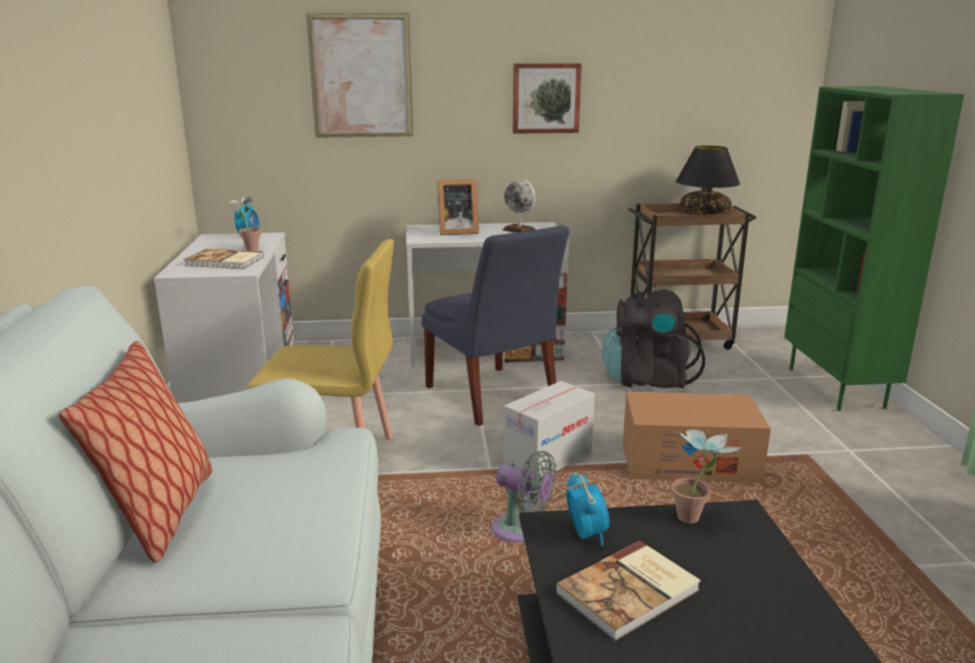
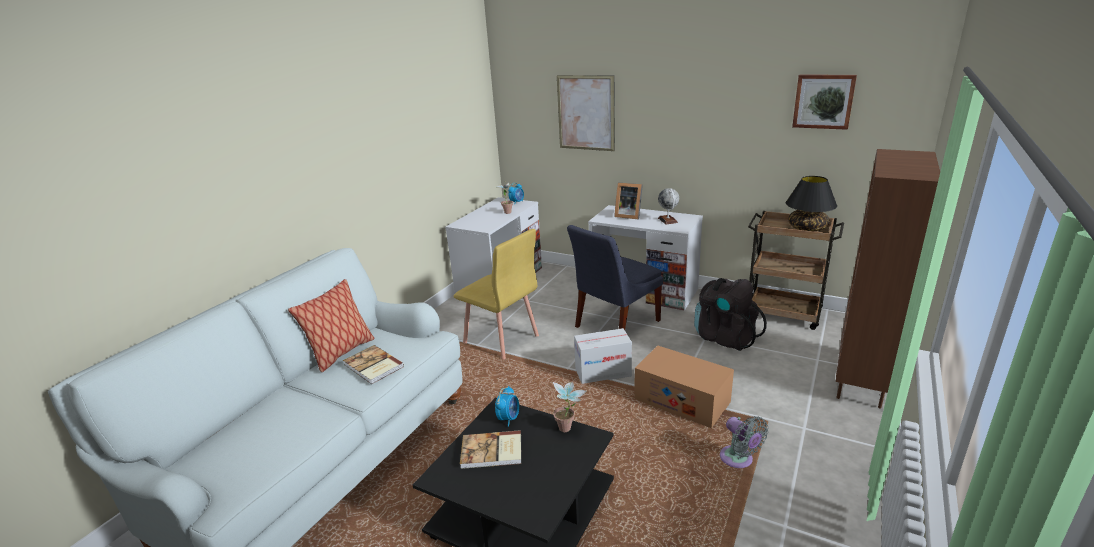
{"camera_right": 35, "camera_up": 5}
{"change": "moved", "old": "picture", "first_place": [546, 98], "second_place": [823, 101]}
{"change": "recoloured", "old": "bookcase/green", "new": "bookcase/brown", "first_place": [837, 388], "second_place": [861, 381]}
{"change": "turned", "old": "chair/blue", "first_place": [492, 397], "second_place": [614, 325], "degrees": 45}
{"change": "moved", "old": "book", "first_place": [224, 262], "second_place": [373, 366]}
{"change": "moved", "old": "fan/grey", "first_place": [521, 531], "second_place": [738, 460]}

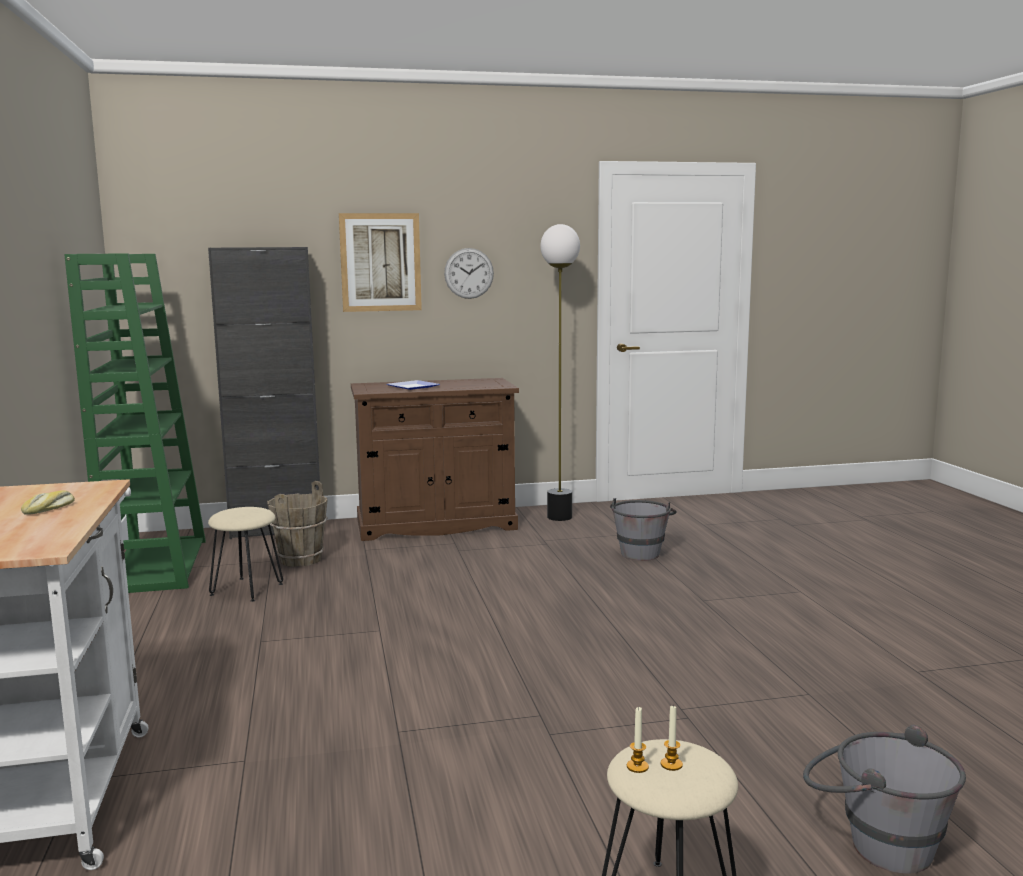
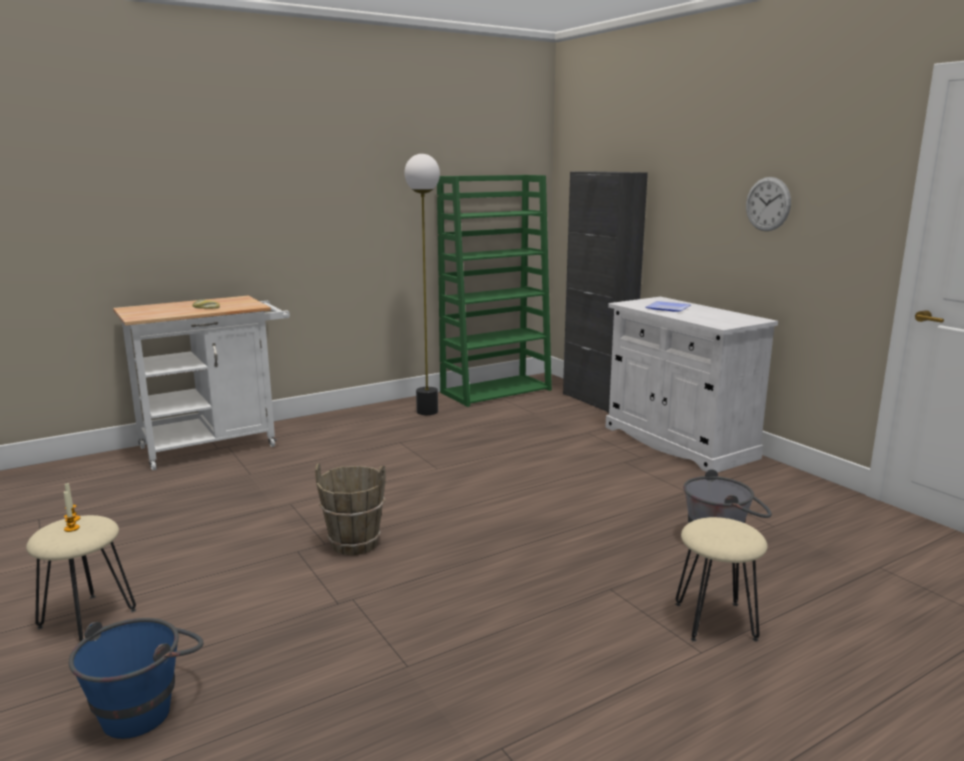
{"camera_right": 70, "camera_up": 5}
{"change": "removed", "old": "picture", "first_place": [380, 262]}
{"change": "moved", "old": "floor lamp", "first_place": [559, 517], "second_place": [427, 411]}
{"change": "recoloured", "old": "cabinet/brown", "new": "cabinet/white", "first_place": [436, 525], "second_place": [678, 442]}
{"change": "moved", "old": "bucket/brown", "first_place": [300, 560], "second_place": [354, 543]}
{"change": "moved", "old": "stool/beige", "first_place": [246, 589], "second_place": [715, 621]}
{"change": "recoloured", "old": "bucket/grey", "new": "bucket/blue", "first_place": [874, 842], "second_place": [146, 706]}

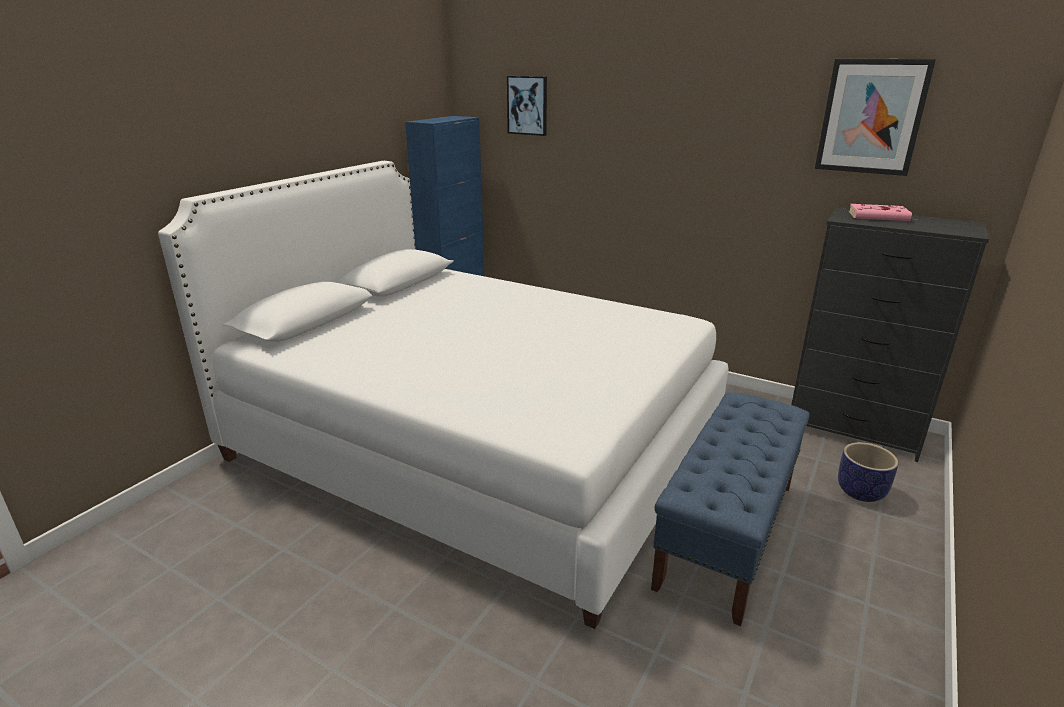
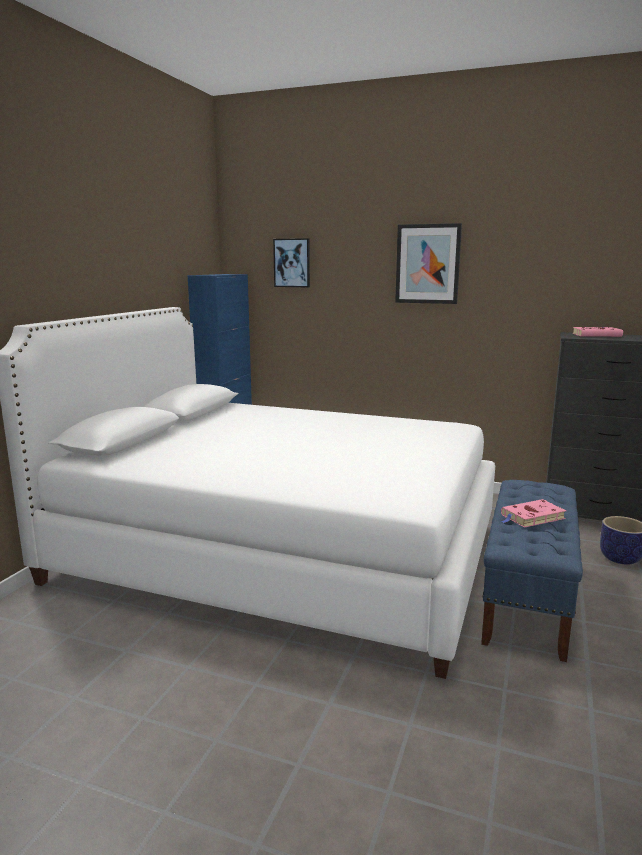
{"camera_right": -10, "camera_up": -10}
{"change": "moved", "old": "picture", "first_place": [871, 117], "second_place": [427, 264]}
{"change": "added", "new": "book/pink", "second_place": [531, 517]}

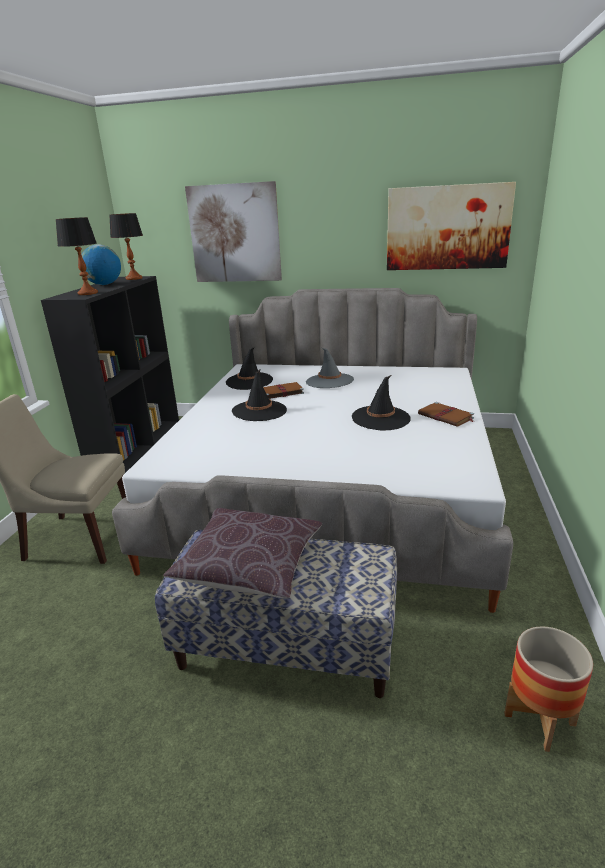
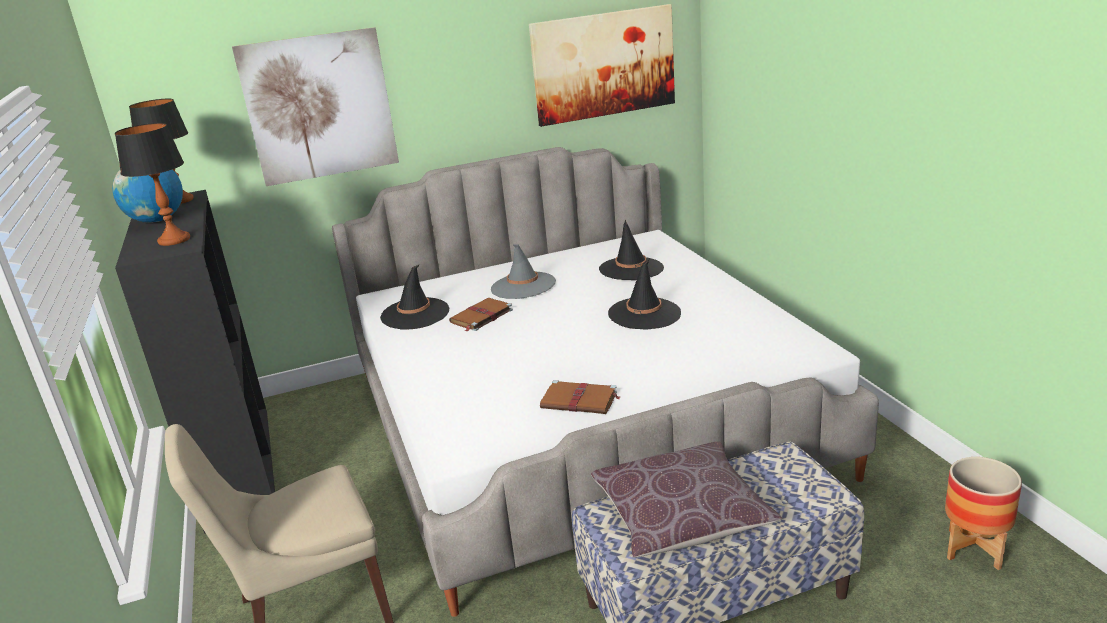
{"camera_right": -30, "camera_up": 0}
{"change": "moved", "old": "hat/black", "first_place": [259, 411], "second_place": [631, 269]}
{"change": "moved", "old": "book/brown", "first_place": [446, 416], "second_place": [580, 400]}

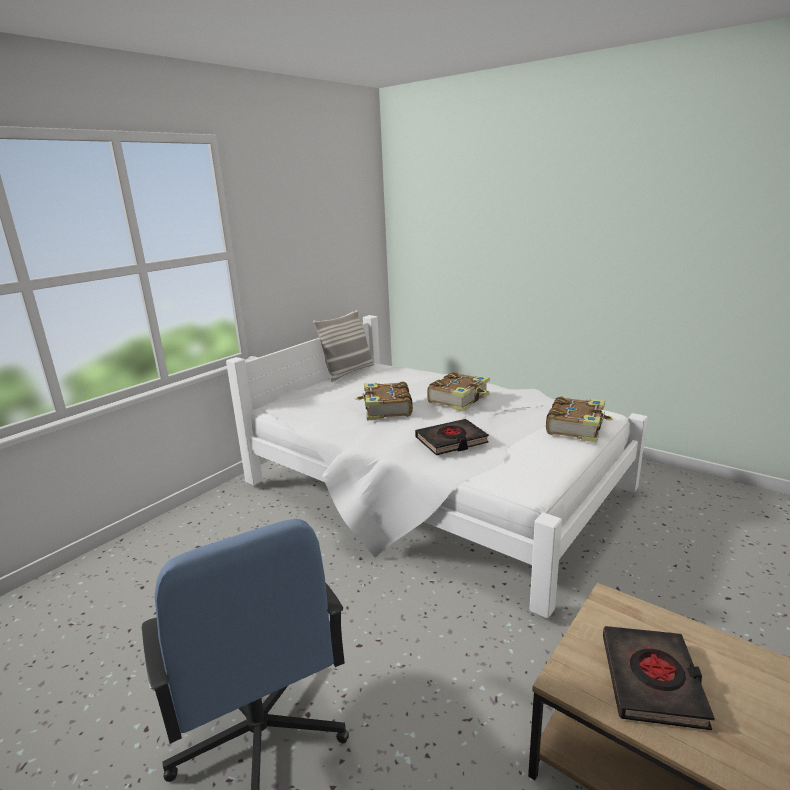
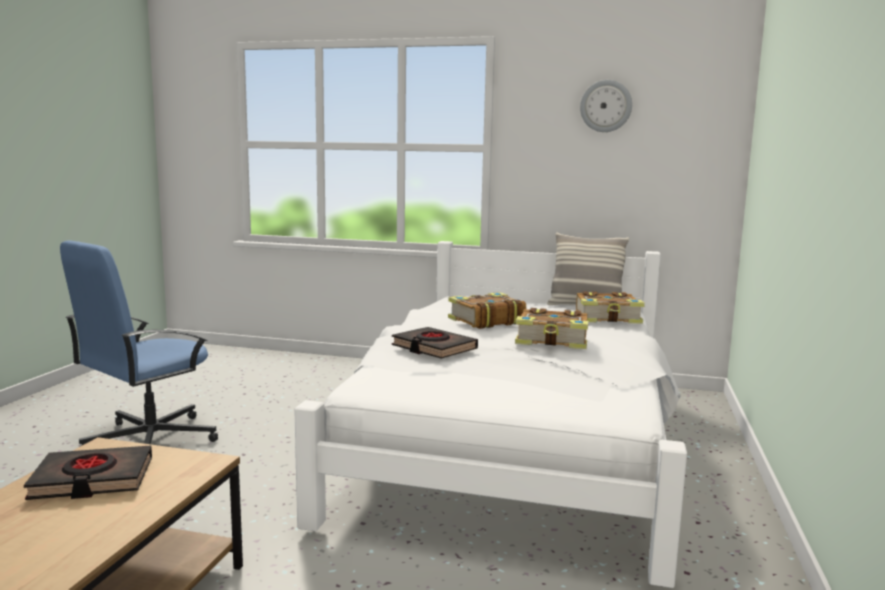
{"camera_right": 65, "camera_up": -10}
{"change": "moved", "old": "book", "first_place": [576, 427], "second_place": [608, 318]}
{"change": "added", "new": "wall clock", "second_place": [606, 106]}

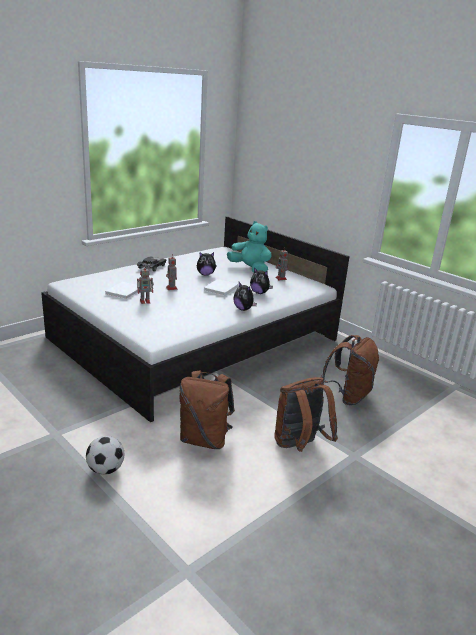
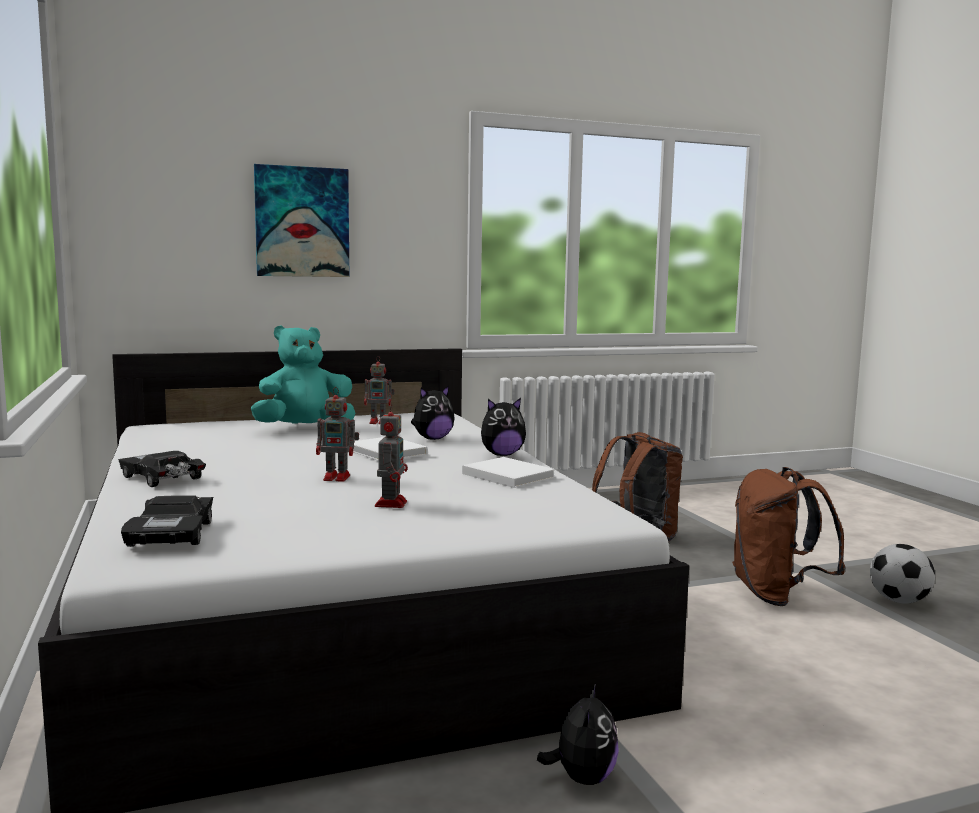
{"camera_right": -65, "camera_up": -15}
{"change": "moved", "old": "plush toy", "first_place": [205, 274], "second_place": [582, 778]}
{"change": "moved", "old": "book/white", "first_place": [125, 291], "second_place": [506, 475]}
{"change": "removed", "old": "backpack/brown", "first_place": [204, 439]}
{"change": "moved", "old": "football", "first_place": [106, 470], "second_place": [899, 601]}
{"change": "added", "new": "picture", "second_place": [302, 222]}
{"change": "added", "new": "toy car/black", "second_place": [172, 534]}

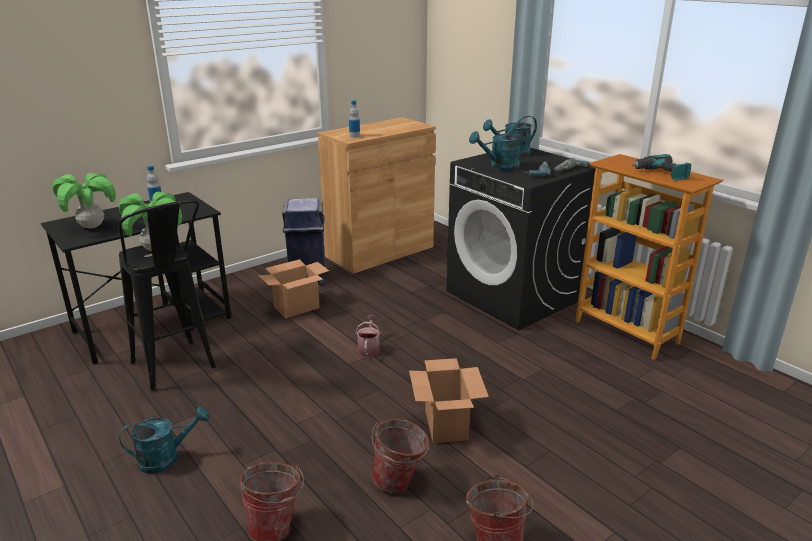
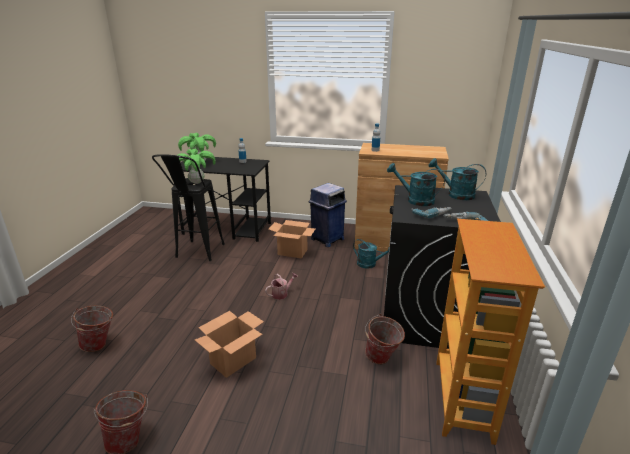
{"camera_right": 50, "camera_up": 0}
{"change": "removed", "old": "power drill", "first_place": [661, 174]}
{"change": "moved", "old": "watering can/turquoise", "first_place": [166, 458], "second_place": [370, 264]}
{"change": "moved", "old": "bucket", "first_place": [400, 482], "second_place": [382, 360]}

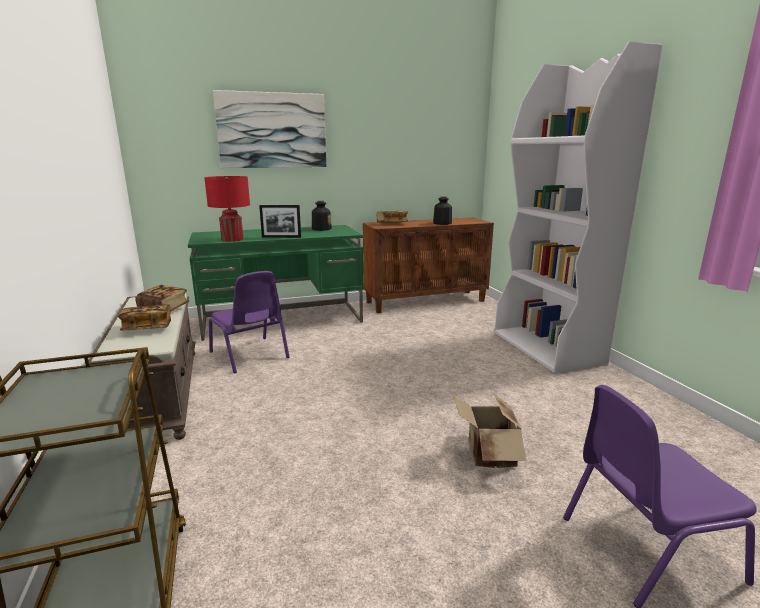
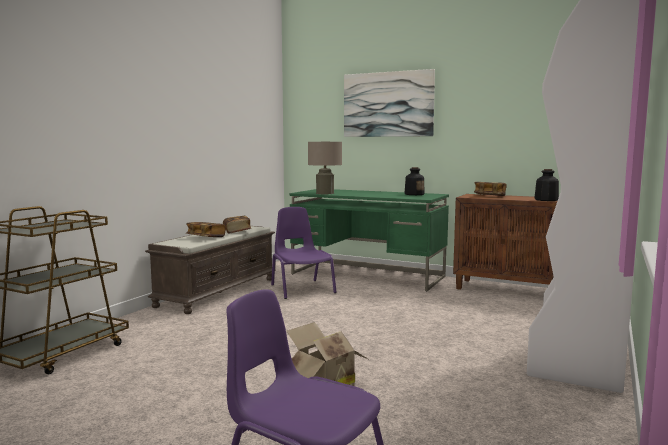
{"camera_right": 45, "camera_up": -10}
{"change": "recoloured", "old": "table lamp/red", "new": "table lamp/beige", "first_place": [232, 239], "second_place": [325, 193]}
{"change": "removed", "old": "picture frame", "first_place": [281, 237]}
{"change": "turned", "old": "chair/purple", "first_place": [250, 355], "second_place": [302, 289], "degrees": 150}

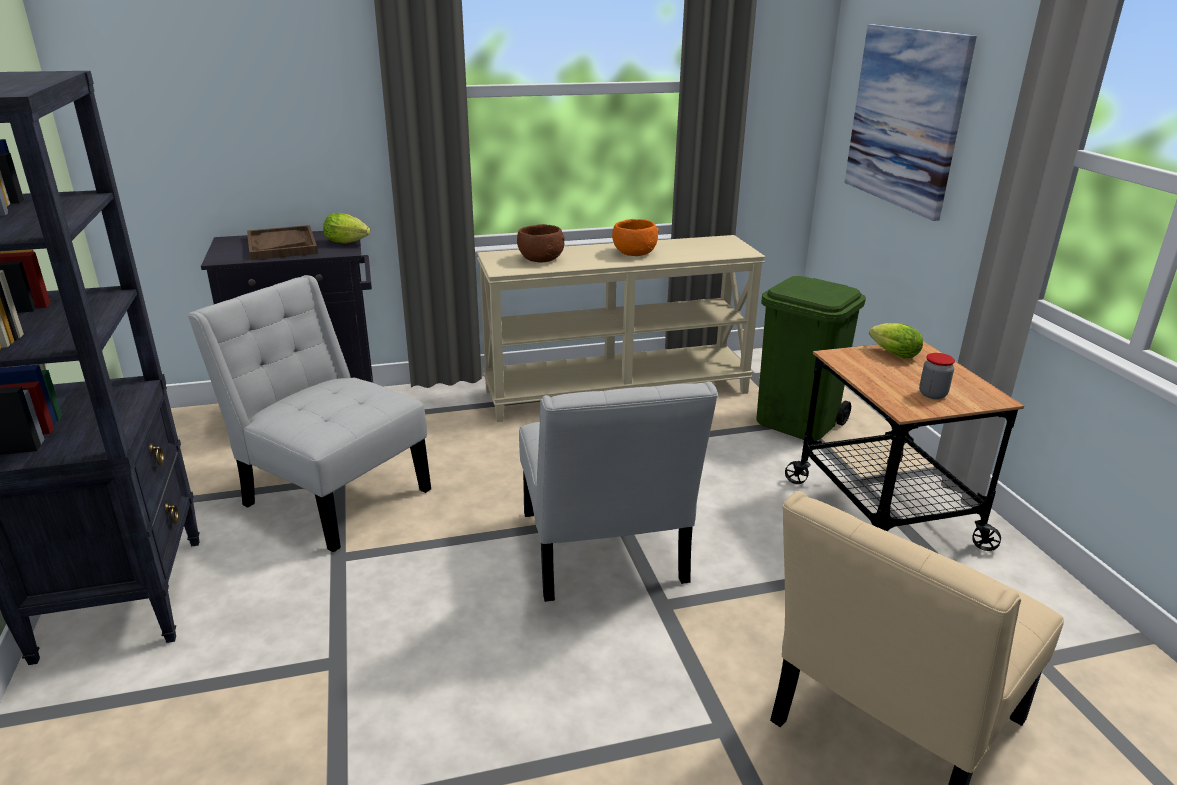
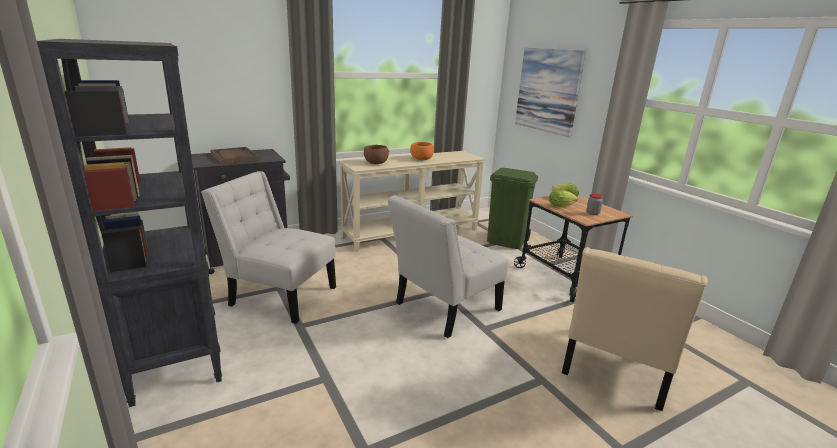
{"camera_right": -15, "camera_up": -5}
{"change": "moved", "old": "lettuce", "first_place": [349, 243], "second_place": [562, 206]}
{"change": "turned", "old": "chair/white", "first_place": [603, 554], "second_place": [443, 309], "degrees": 75}

